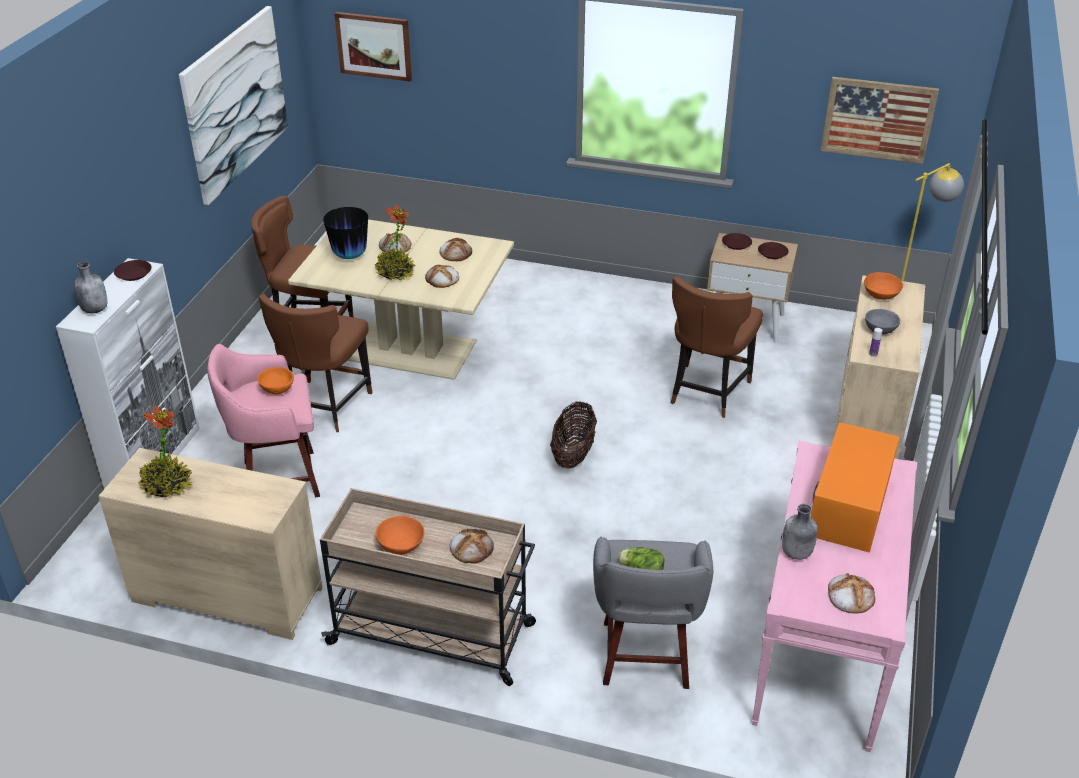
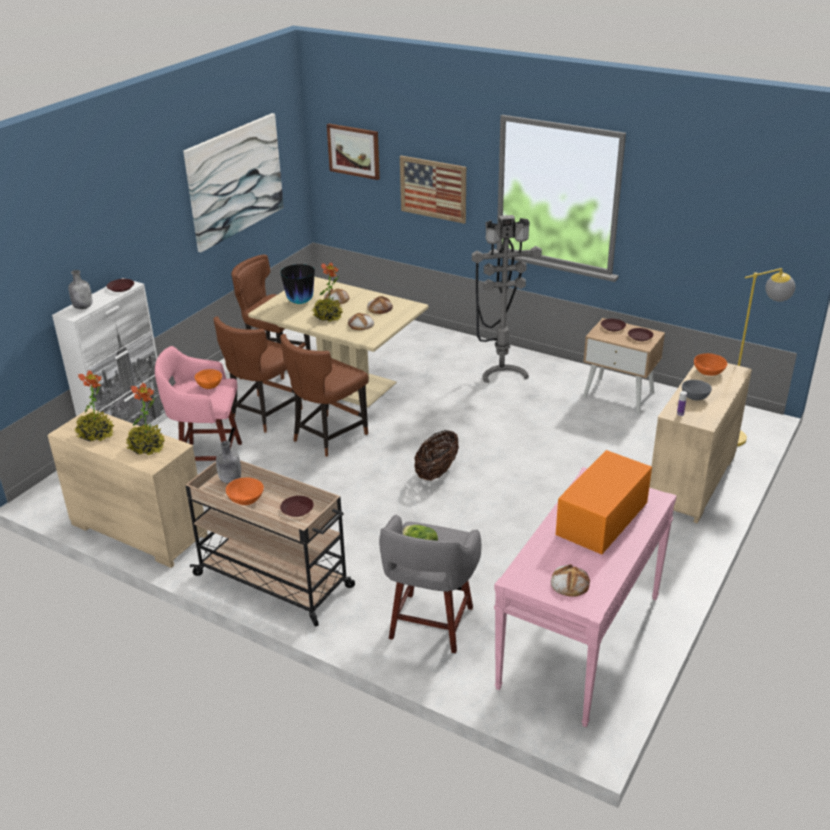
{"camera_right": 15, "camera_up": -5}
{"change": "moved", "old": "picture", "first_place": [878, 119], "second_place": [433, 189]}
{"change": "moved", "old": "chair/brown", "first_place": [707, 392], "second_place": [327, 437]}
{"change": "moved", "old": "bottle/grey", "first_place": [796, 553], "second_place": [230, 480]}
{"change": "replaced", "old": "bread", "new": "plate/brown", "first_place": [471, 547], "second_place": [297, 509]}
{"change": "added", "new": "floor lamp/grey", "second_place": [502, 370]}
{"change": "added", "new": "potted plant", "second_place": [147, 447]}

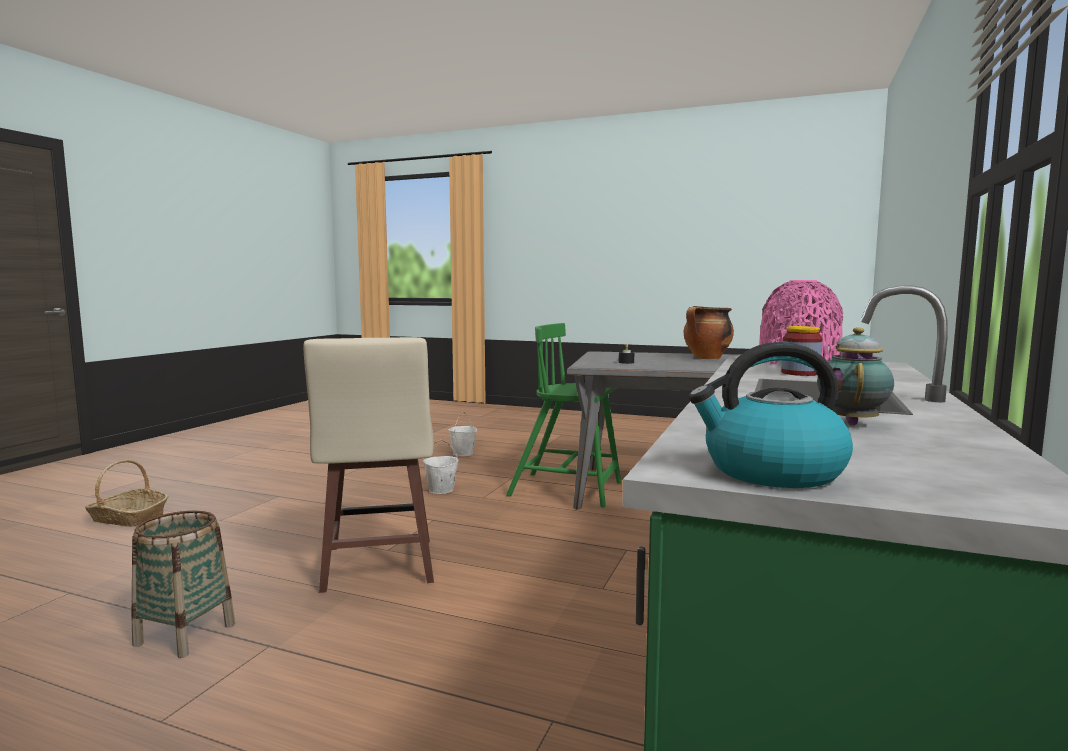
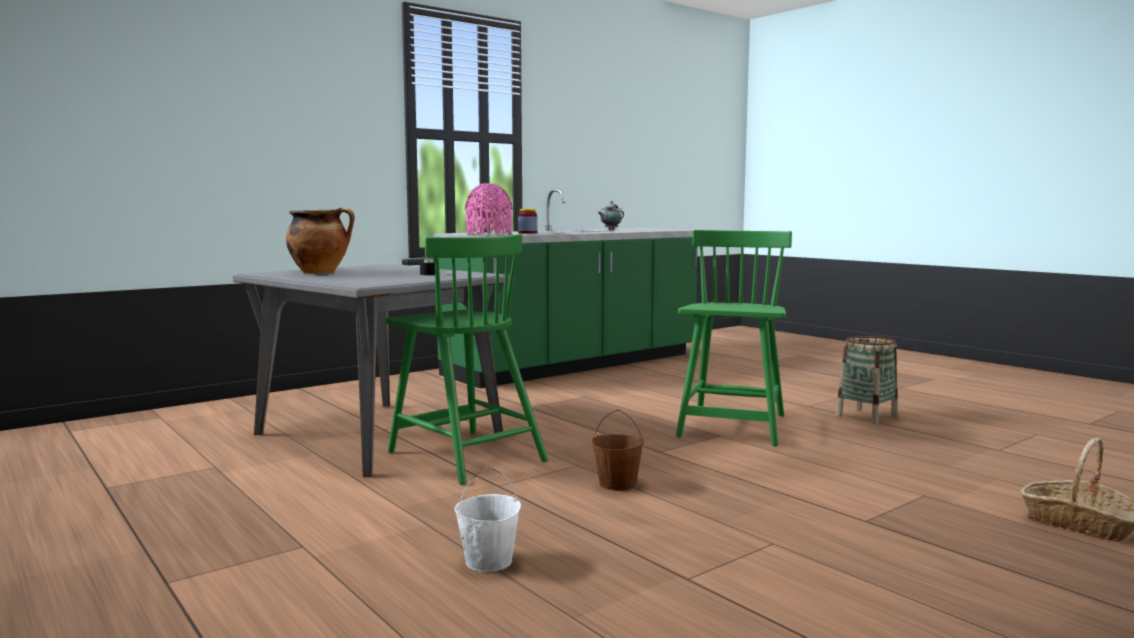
{"camera_right": -150, "camera_up": 0}
{"change": "replaced", "old": "stool/beige", "new": "chair/green", "first_place": [377, 566], "second_place": [733, 427]}
{"change": "removed", "old": "kettle", "first_place": [771, 472]}
{"change": "recoloured", "old": "bucket/white", "new": "bucket/brown", "first_place": [441, 490], "second_place": [618, 484]}

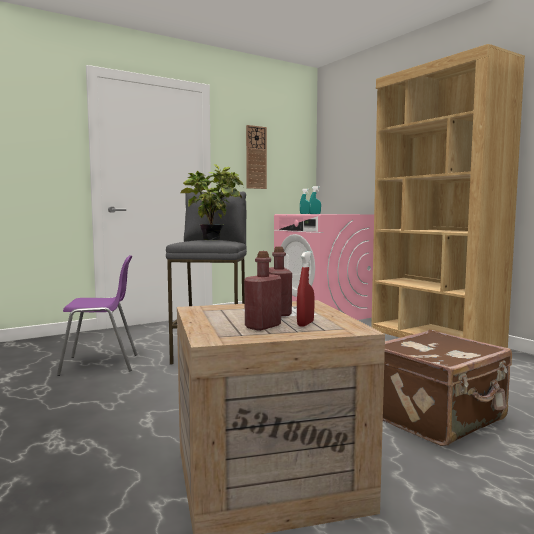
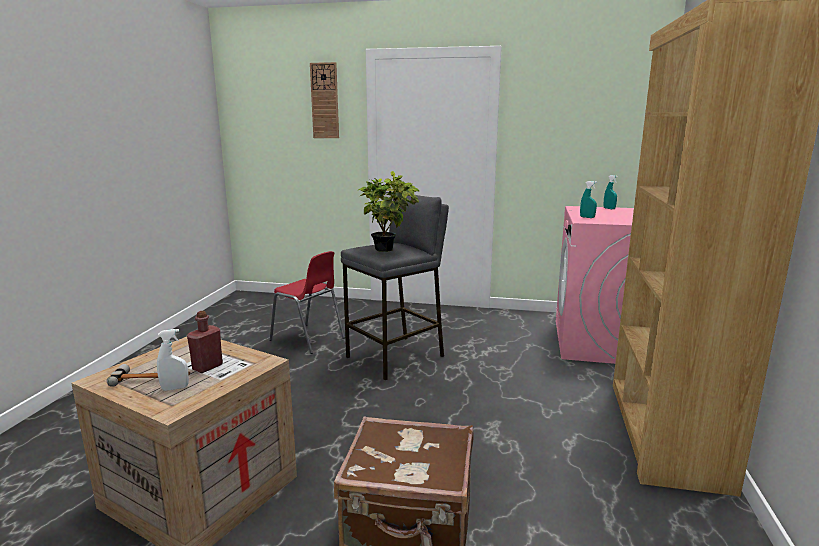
{"camera_right": 45, "camera_up": 10}
{"change": "moved", "old": "wall clock", "first_place": [256, 157], "second_place": [325, 101]}
{"change": "replaced", "old": "bottle/red", "new": "hammer", "first_place": [263, 326], "second_place": [152, 379]}
{"change": "recoloured", "old": "spray bottle/red", "new": "spray bottle/white", "first_place": [305, 324], "second_place": [175, 388]}
{"change": "recoloured", "old": "chair/purple", "new": "chair/red", "first_place": [101, 364], "second_place": [308, 339]}

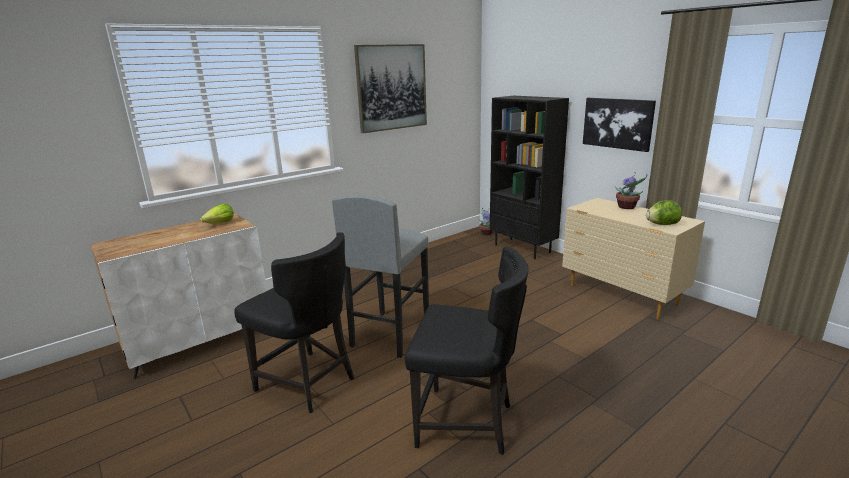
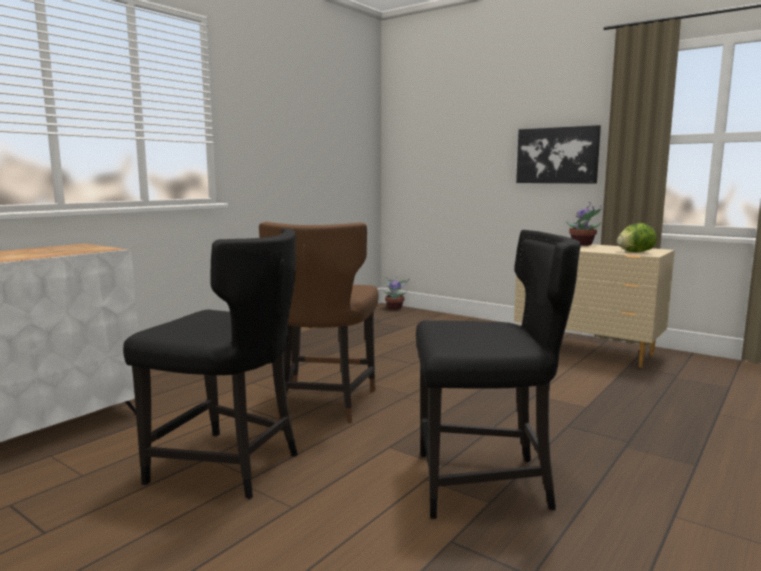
{"camera_right": -15, "camera_up": -10}
{"change": "removed", "old": "picture", "first_place": [391, 87]}
{"change": "removed", "old": "bookcase/black", "first_place": [523, 248]}
{"change": "replaced", "old": "stool/grey", "new": "chair/brown", "first_place": [390, 333], "second_place": [323, 404]}
{"change": "removed", "old": "lettuce", "first_place": [220, 223]}

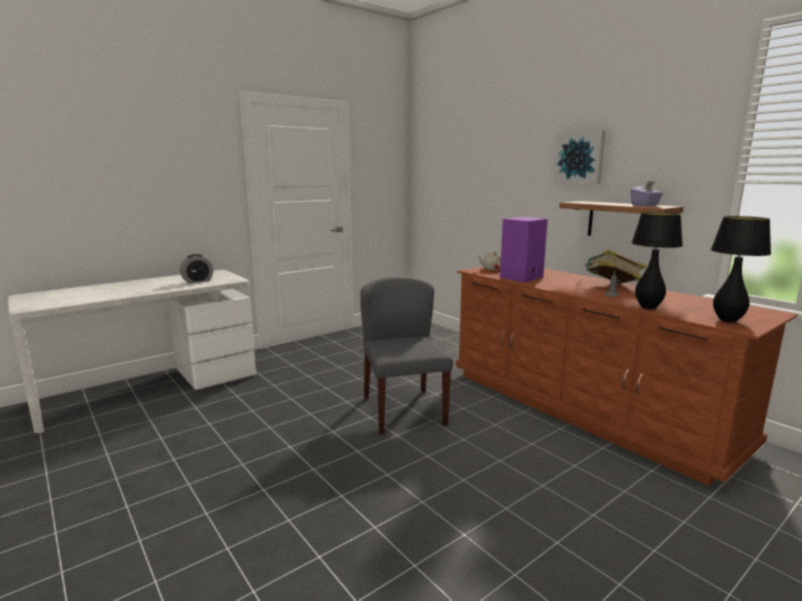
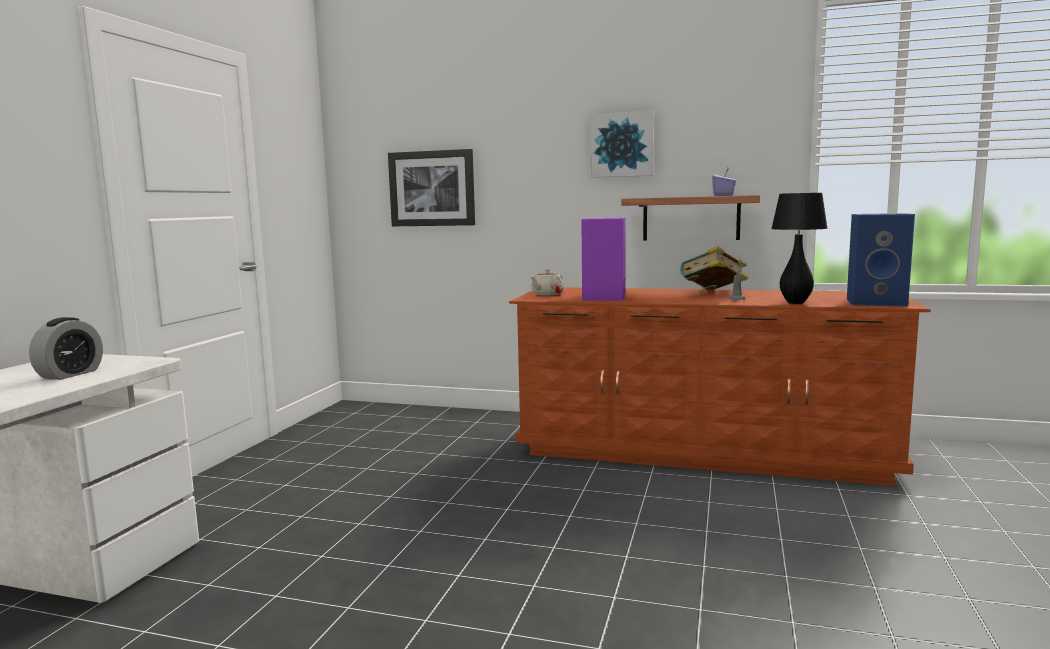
{"camera_right": -35, "camera_up": -5}
{"change": "replaced", "old": "table lamp/black", "new": "speaker/blue", "first_place": [727, 320], "second_place": [877, 302]}
{"change": "removed", "old": "chair/grey", "first_place": [403, 410]}
{"change": "added", "new": "picture", "second_place": [432, 188]}

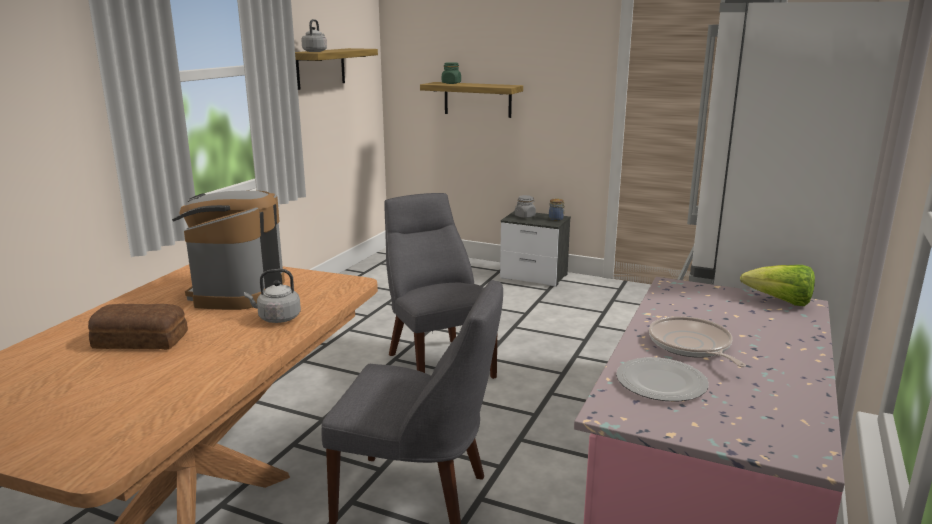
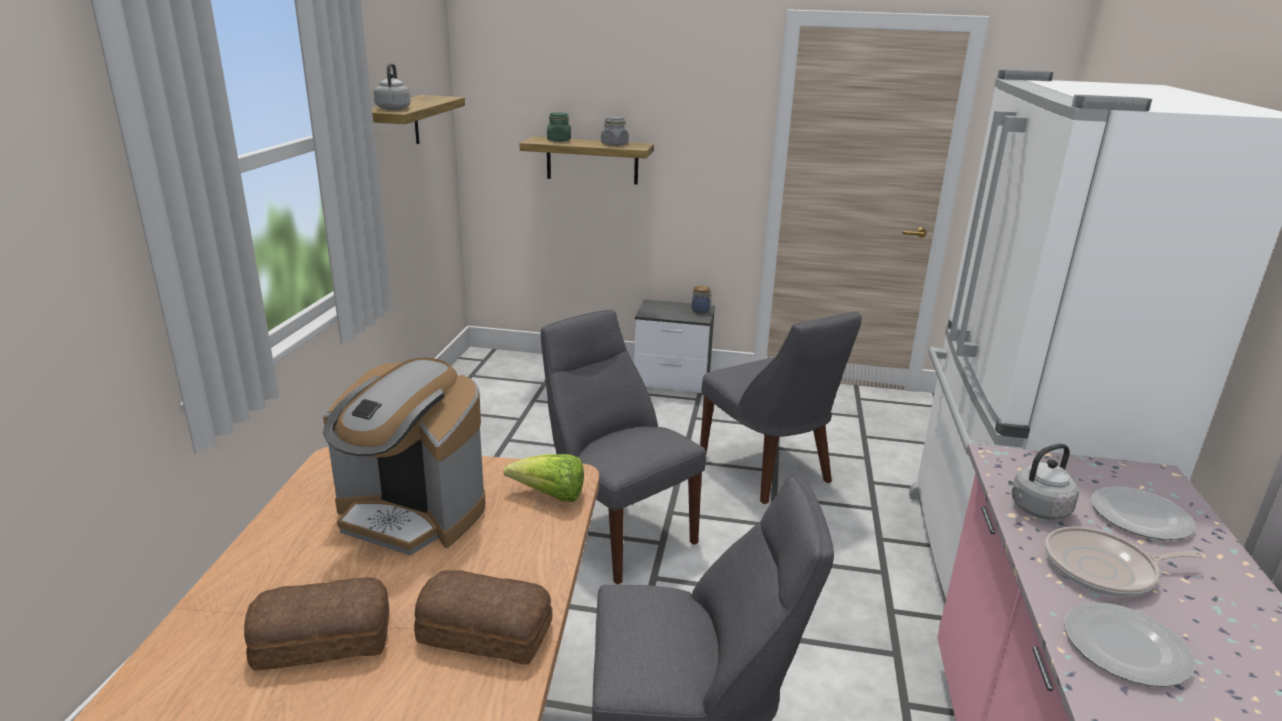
{"camera_right": -15, "camera_up": 5}
{"change": "turned", "old": "coffee machine", "first_place": [236, 292], "second_place": [411, 514], "degrees": -60}
{"change": "moved", "old": "jar/grey", "first_place": [525, 216], "second_place": [614, 144]}
{"change": "moved", "old": "lettuce", "first_place": [780, 302], "second_place": [550, 496]}
{"change": "moved", "old": "kettle/grey", "first_place": [277, 318], "second_place": [1036, 509]}
{"change": "turned", "old": "frying pan", "first_place": [691, 346], "second_place": [1104, 569], "degrees": -60}
{"change": "added", "new": "chair/grey", "second_place": [768, 470]}
{"change": "added", "new": "plate", "second_place": [1138, 516]}
{"change": "added", "new": "bread", "second_place": [484, 630]}

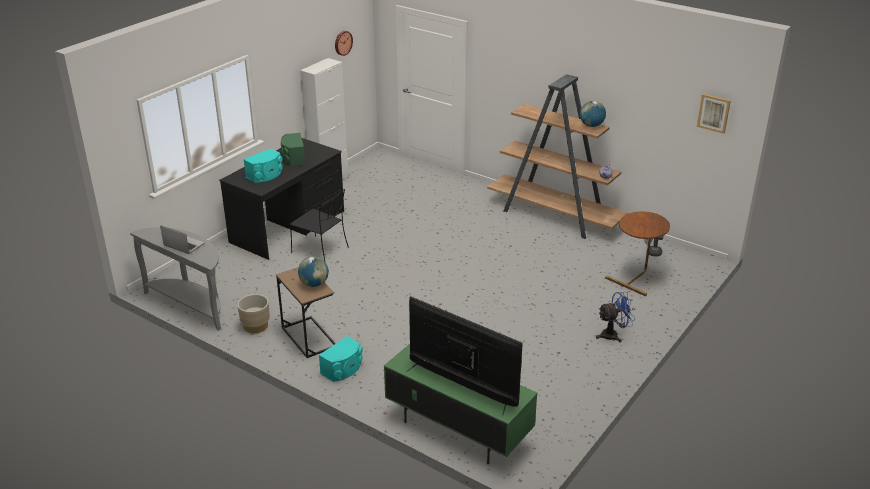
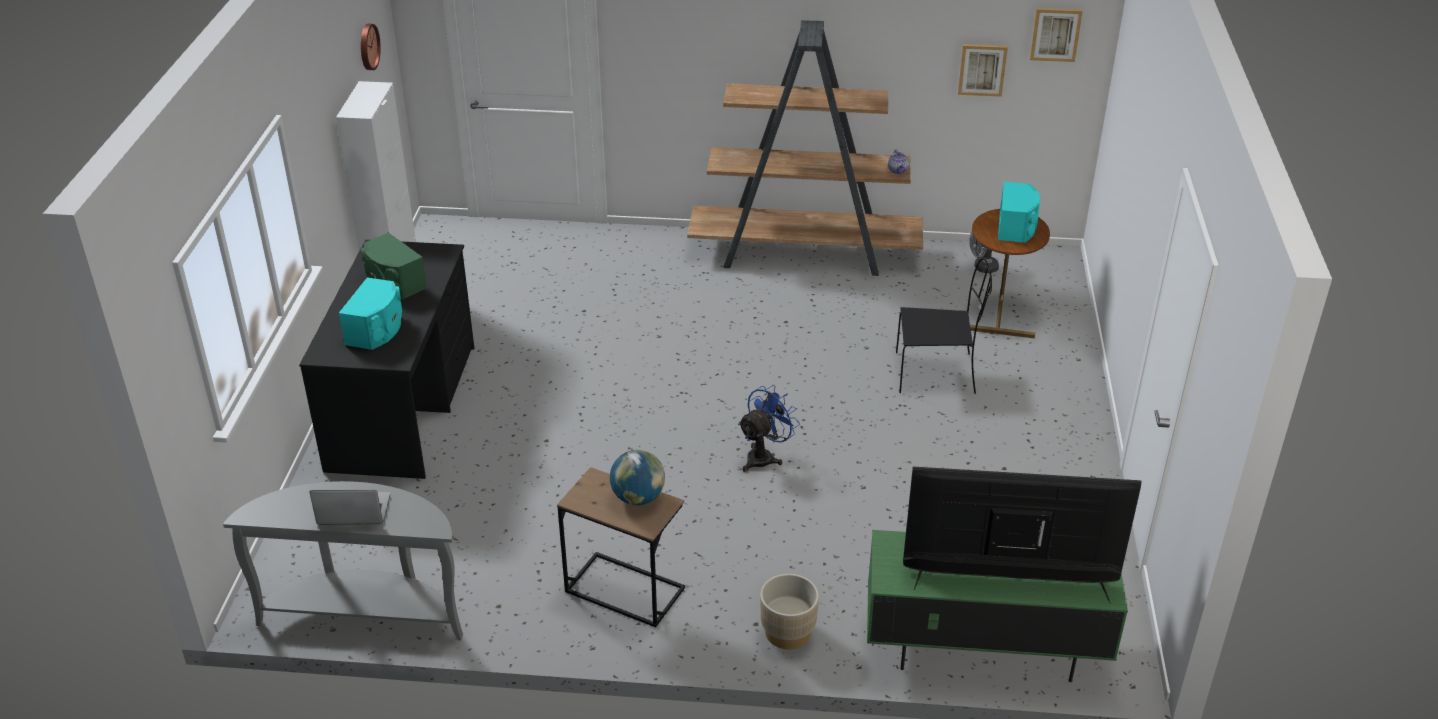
{"camera_right": -30, "camera_up": 5}
{"change": "removed", "old": "globe", "first_place": [591, 125]}
{"change": "moved", "old": "chair/black", "first_place": [321, 250], "second_place": [937, 373]}
{"change": "moved", "old": "fan/blue", "first_place": [613, 335], "second_place": [764, 456]}
{"change": "moved", "old": "planter/beige", "first_place": [255, 326], "second_place": [787, 632]}
{"change": "moved", "old": "speaker/turquoise", "first_place": [343, 369], "second_place": [1016, 227]}
{"change": "added", "new": "picture", "second_place": [982, 69]}

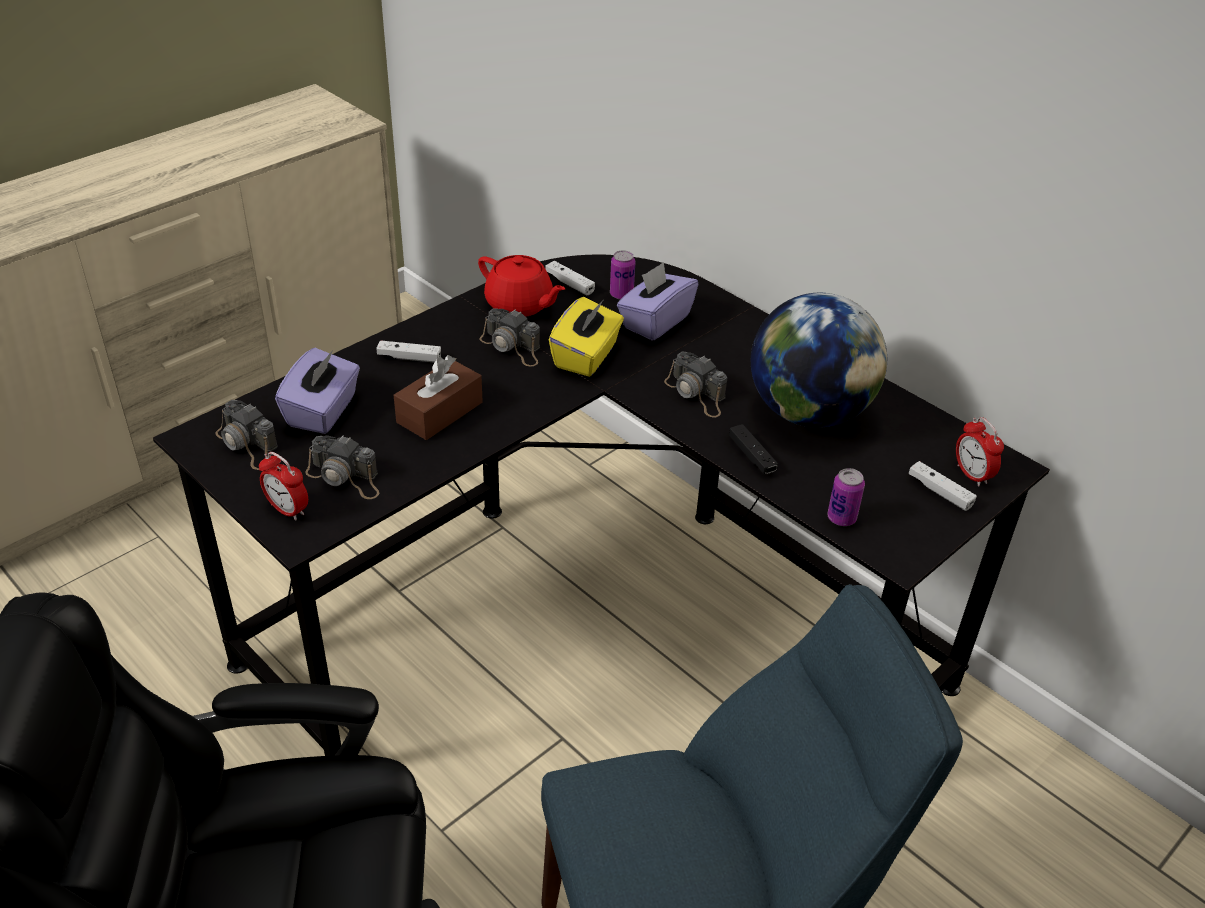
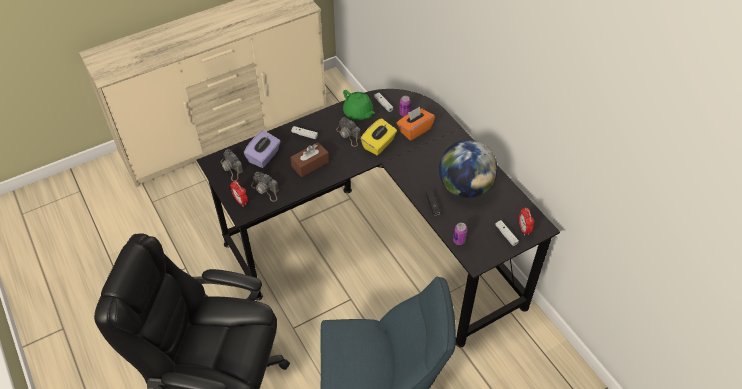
{"camera_right": 15, "camera_up": 10}
{"change": "recoloured", "old": "teapot/red", "new": "teapot/green", "first_place": [520, 305], "second_place": [358, 113]}
{"change": "recoloured", "old": "tissue box/purple", "new": "tissue box/orange", "first_place": [655, 321], "second_place": [414, 130]}
{"change": "removed", "old": "photo camera", "first_place": [696, 394]}

